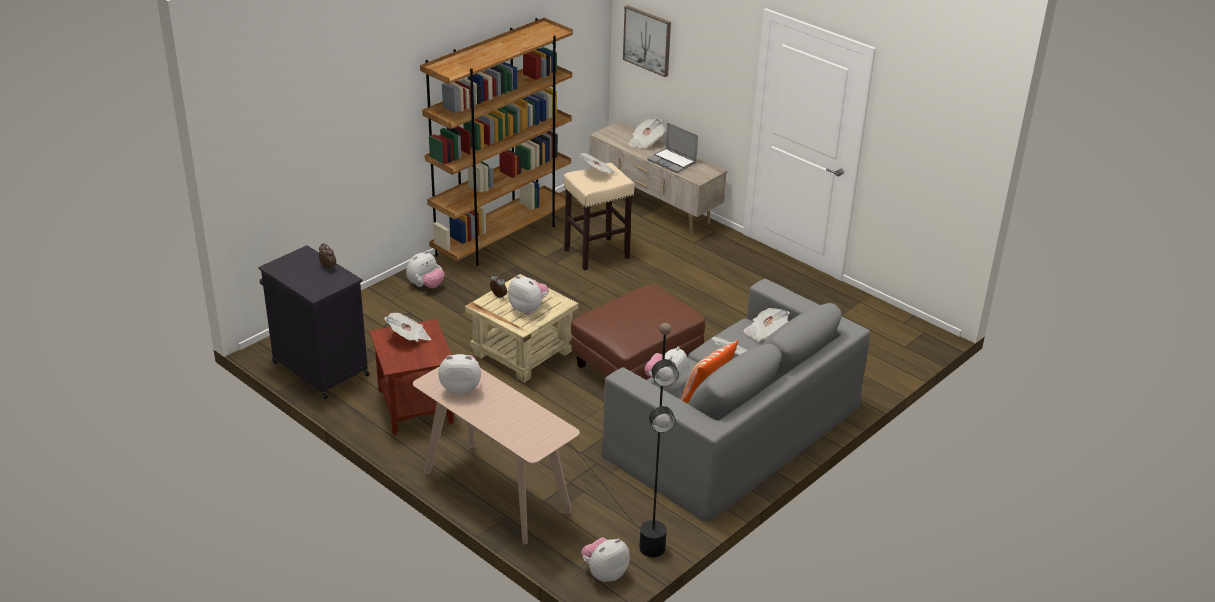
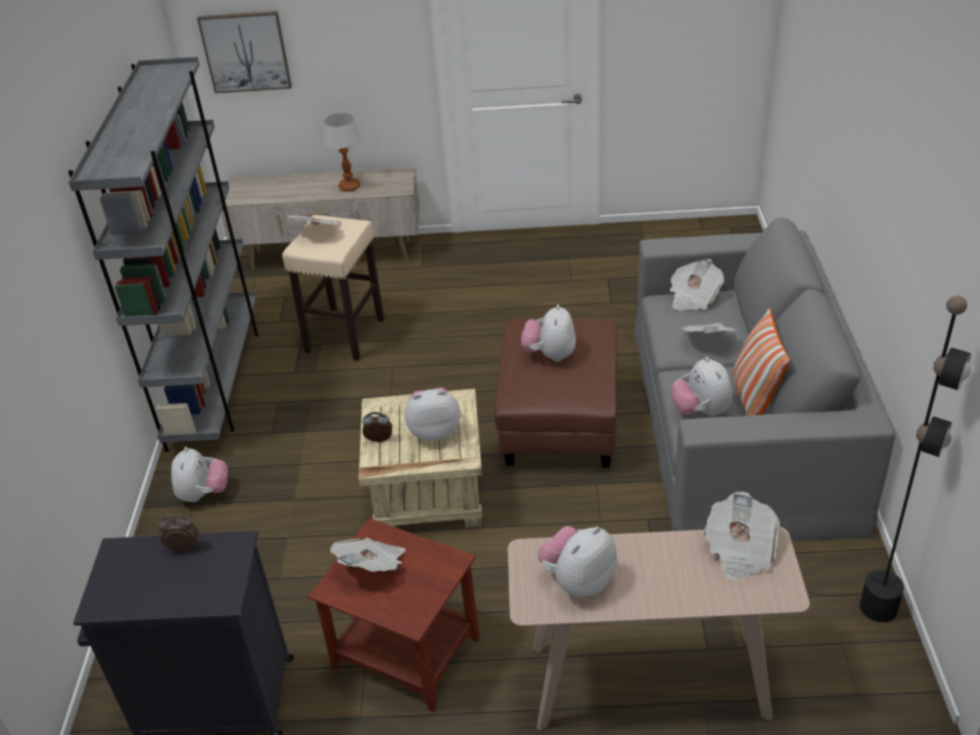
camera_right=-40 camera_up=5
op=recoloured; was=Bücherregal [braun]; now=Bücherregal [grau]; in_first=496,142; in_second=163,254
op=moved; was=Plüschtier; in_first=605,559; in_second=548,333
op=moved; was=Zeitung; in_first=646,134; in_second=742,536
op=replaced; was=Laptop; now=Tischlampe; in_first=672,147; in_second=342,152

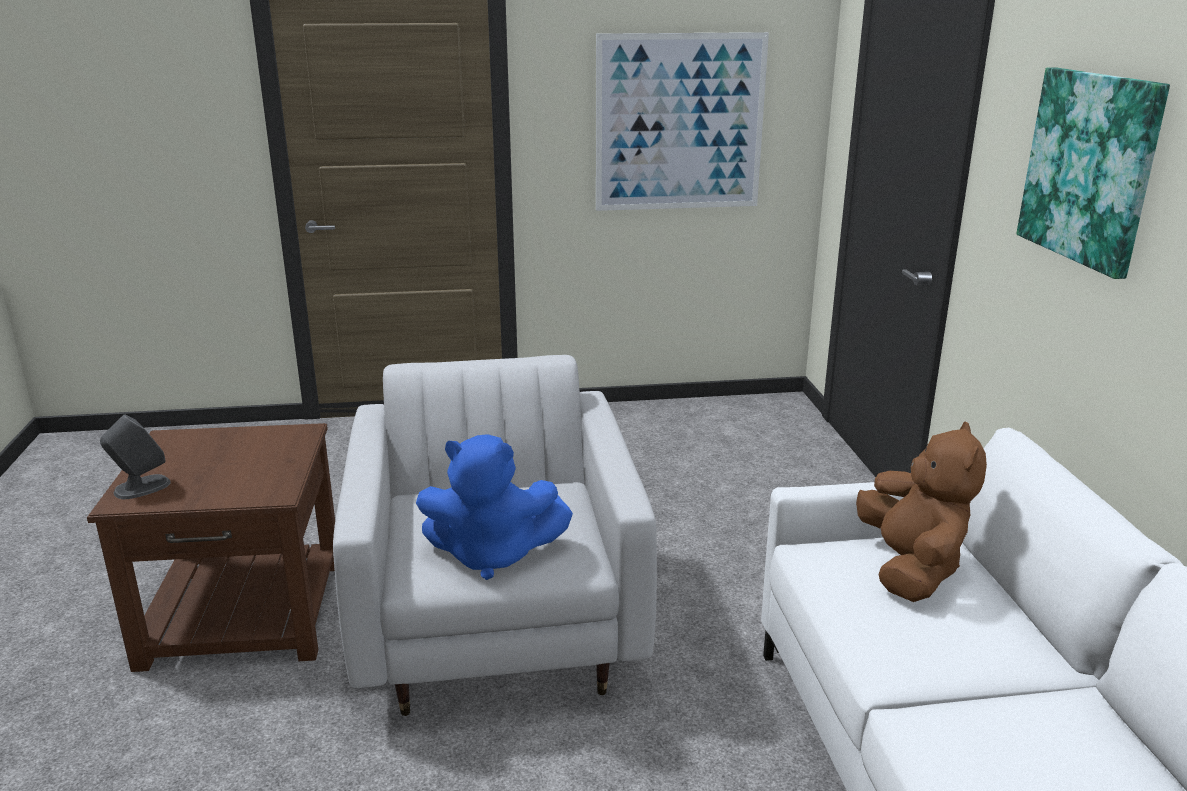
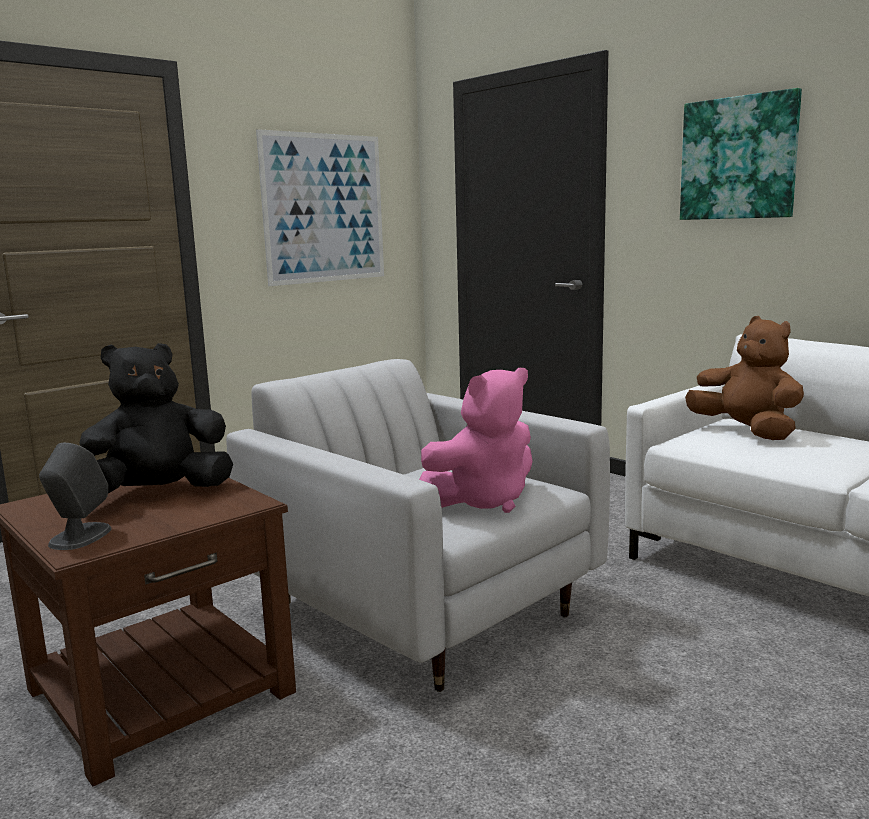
camera_right=-35 camera_up=-10
op=recoloured; was=Plüschtier [blau]; now=Plüschtier [rosa]; in_first=494,507; in_second=476,440
op=added; now=Plüschtier [schwarz]; in_second=156,418

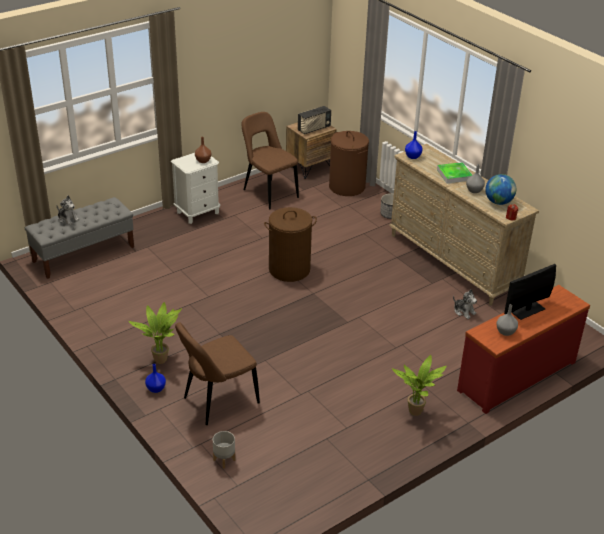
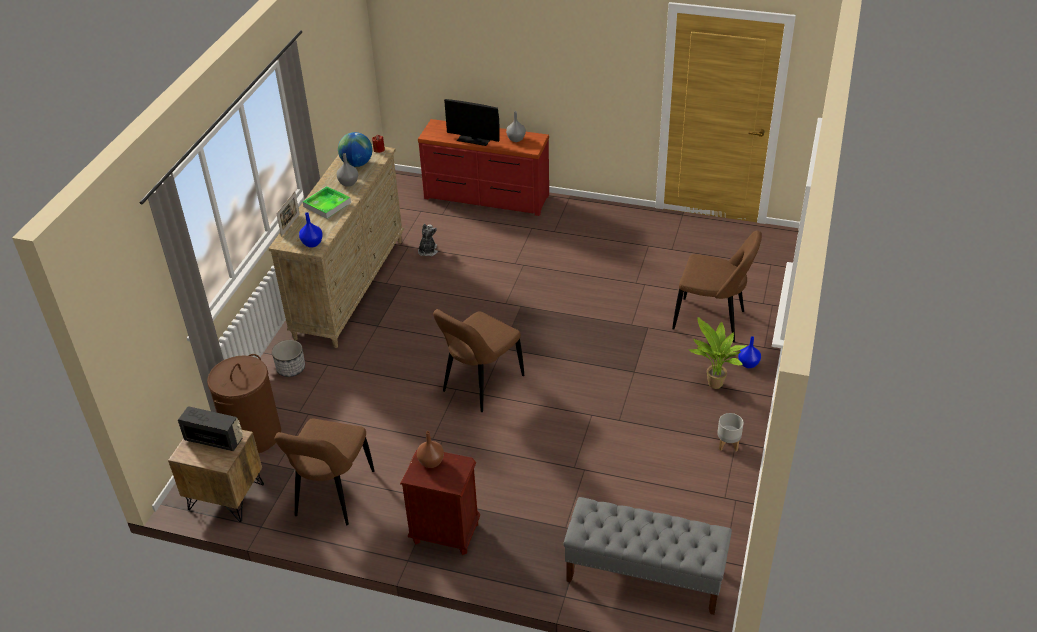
camera_right=-125 camera_up=5
op=removed; was=Plüschtier; in_first=67,210
op=recoloured; was=Nachttisch [weiß]; now=Nachttisch [braun]; in_first=195,188; in_second=440,502
op=moved; was=Pflanzkübel [grau]; in_first=224,449; in_second=730,432
op=replaced; was=Wäschekorb [braun]; now=Stuhl [braun]; in_first=290,244; in_second=478,360
op=removed; was=Topfpflanze; in_first=419,385
op=added; now=Bilderrahmen; in_second=288,214

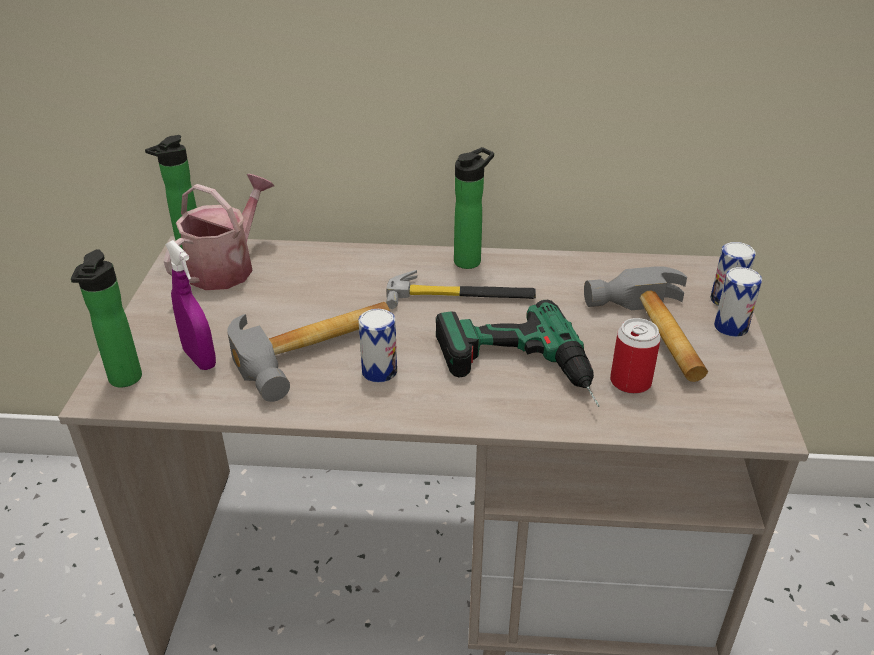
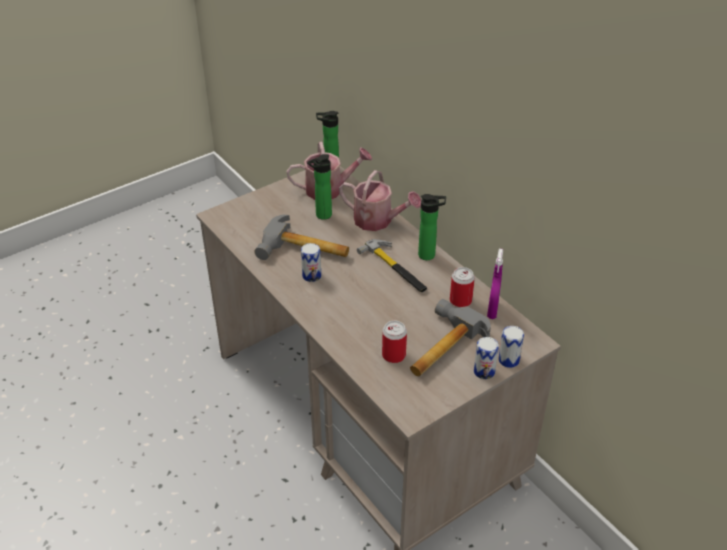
camera_right=50 camera_up=5
op=moved; was=Flasche; in_first=106,318; in_second=319,187
op=moved; was=Sprühflasche [lila]; in_first=190,305; in_second=495,284
op=removed; was=Bohrmaschine; in_first=517,353
op=added; now=Gießkanne; in_second=380,200
op=added; now=Dose; in_second=462,287

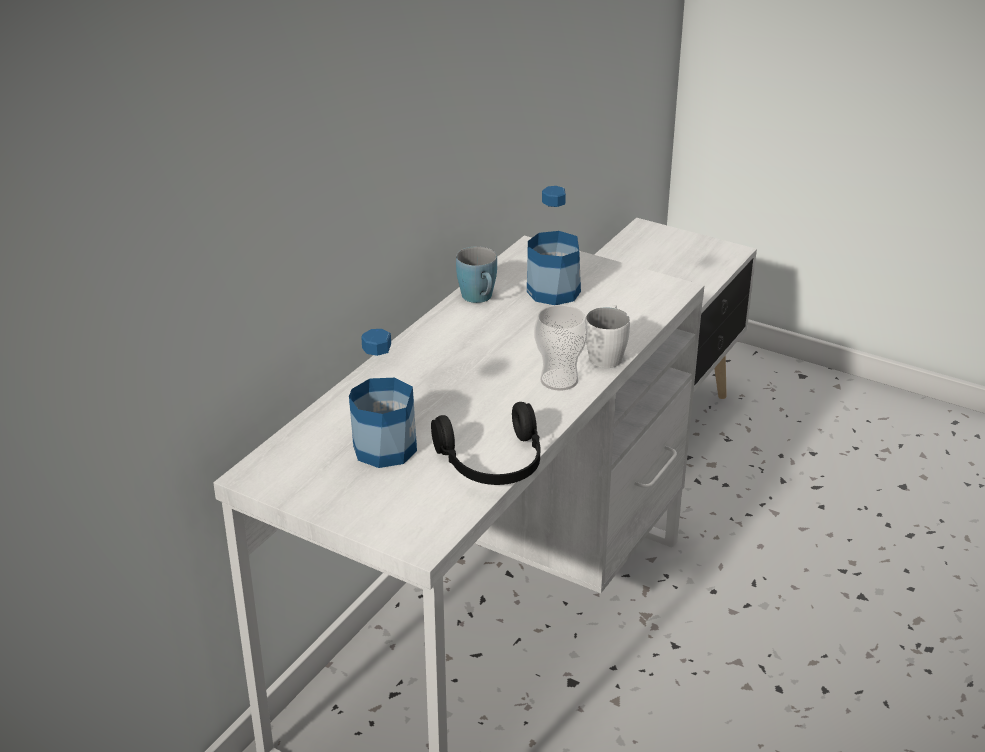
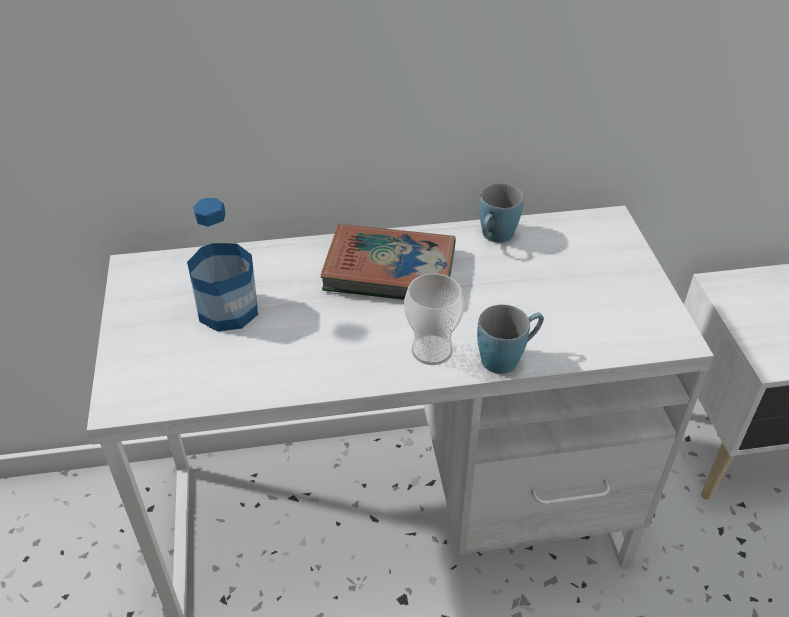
camera_right=50 camera_up=10
op=removed; was=Kopfhörer [schwarz]; in_first=485,443
op=removed; was=Flasche; in_first=554,245
op=recoloured; was=Henkelbecher [weiß]; now=Henkelbecher [blau]; in_first=608,336; in_second=510,339
op=added; now=Buch; in_second=388,262

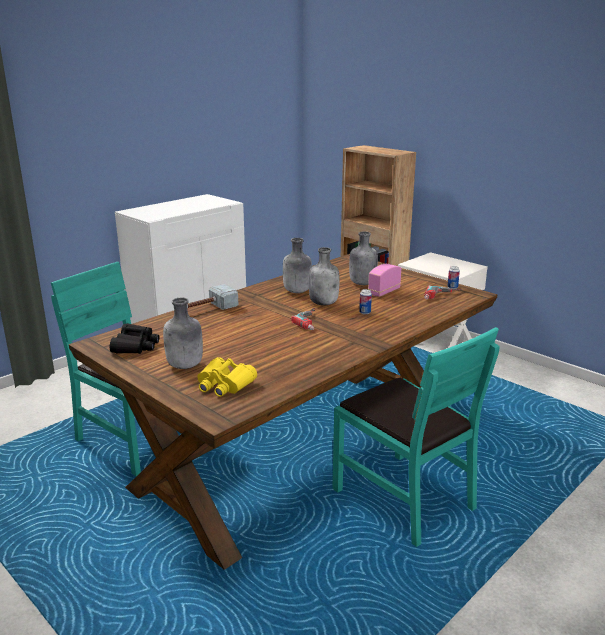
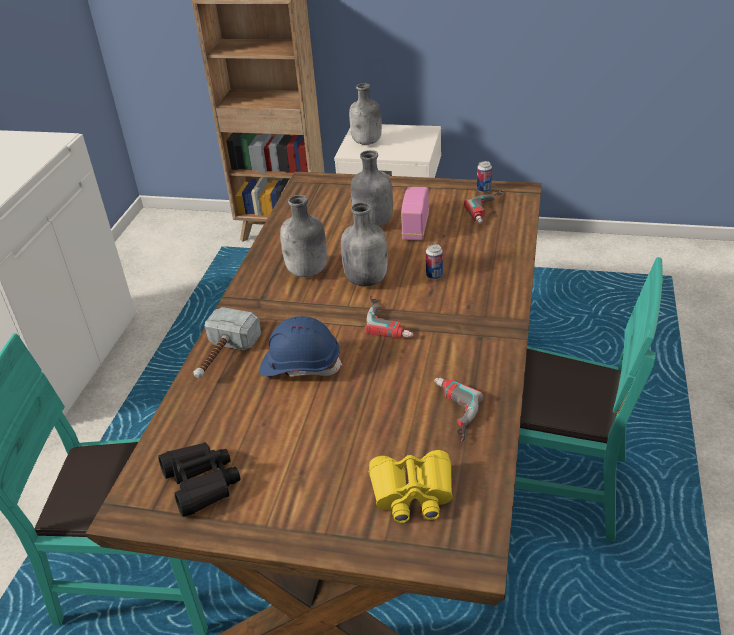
camera_right=-30 camera_up=15
op=moved; was=Flasche [grau]; in_first=183,333; in_second=365,114
op=added; now=Schutzhelm [blau]; in_second=301,346
op=added; now=Bohrmaschine; in_second=459,410

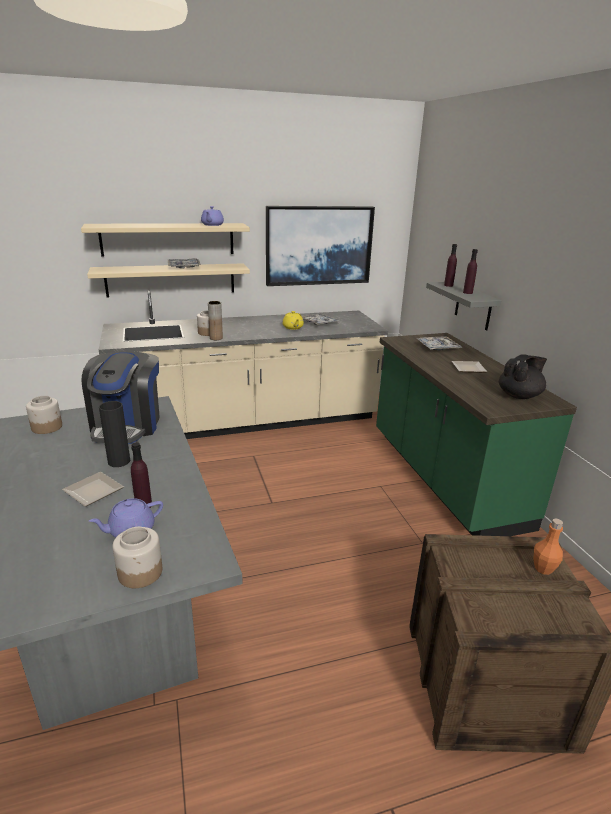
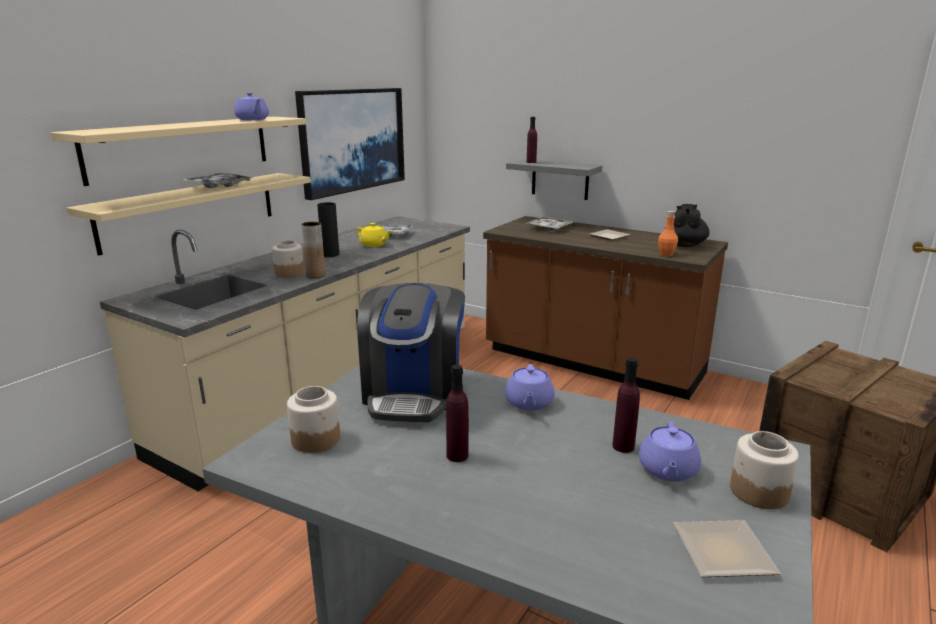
camera_right=-40 camera_up=-5
op=moved; was=Teller; in_first=93,489; in_second=727,548
op=turned; was=Kaffeemaschine; in_first=120,397; in_second=411,352; clockwise=45
op=moved; was=Vase [schwarz]; in_first=114,434; in_second=328,229
op=recoloured; was=Küchenzeile [grün]; now=Küchenzeile [braun]; in_first=476,434; in_second=605,308
op=moved; was=Flasche [lila]; in_first=470,271; in_second=457,413
op=moved; was=Flasche [orange]; in_first=548,547; in_second=668,233
op=added; now=Teekanne [lila]; in_second=530,387

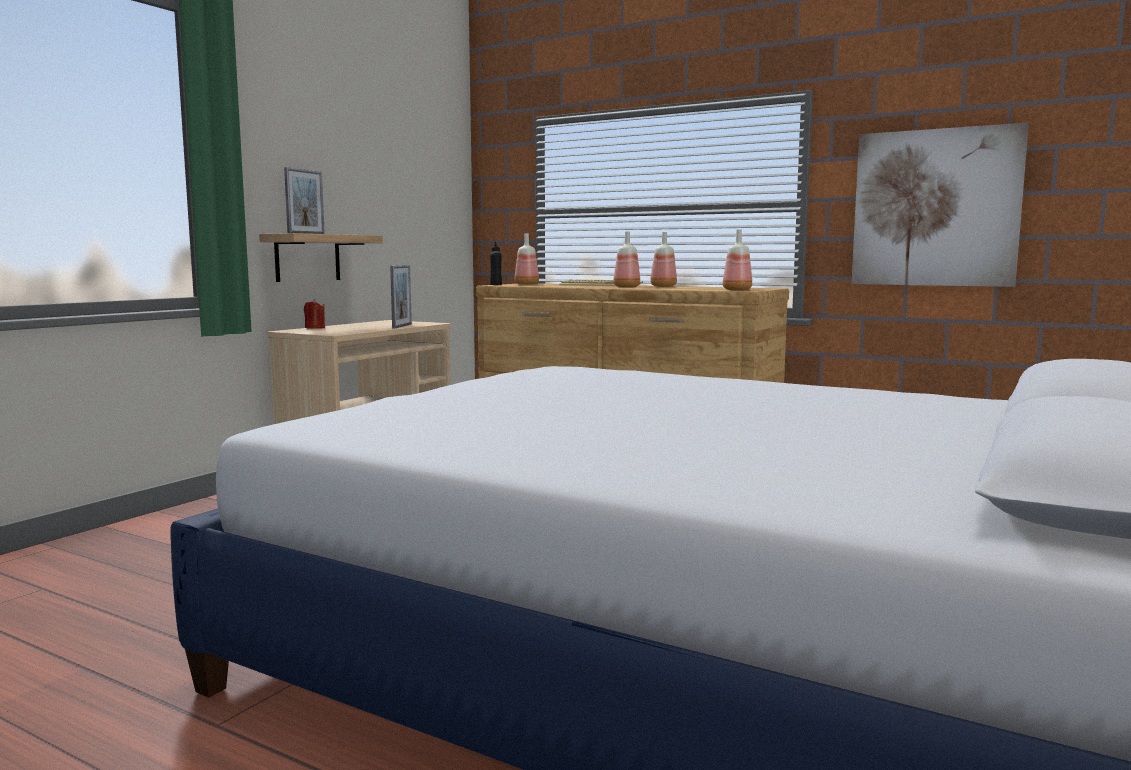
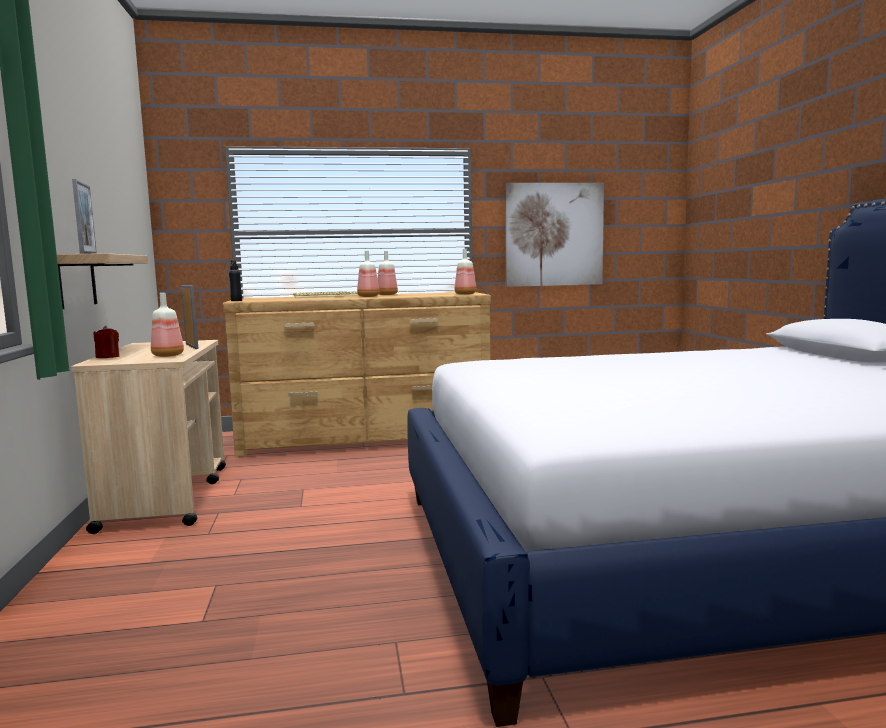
camera_right=-40 camera_up=0
op=moved; was=Flasche; in_first=527,259; in_second=167,325

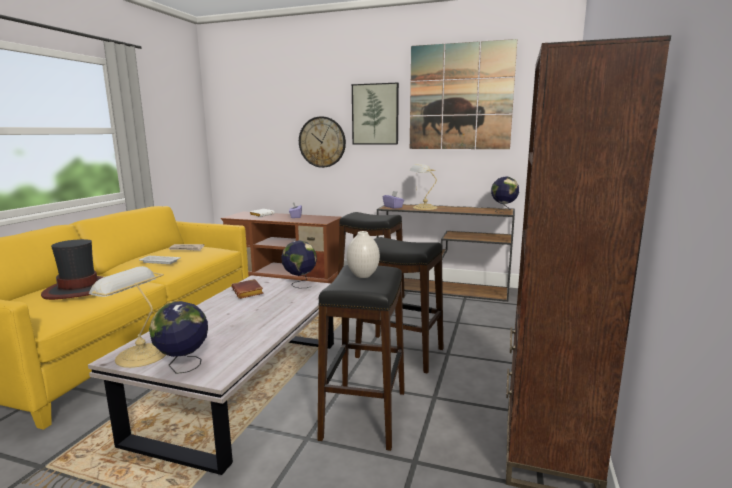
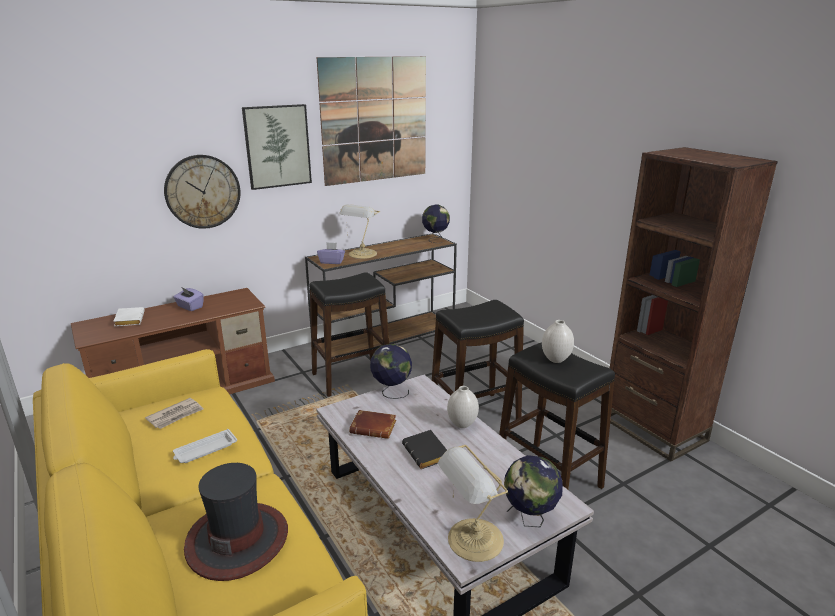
camera_right=-50 camera_up=10
op=added; now=Buch [schwarz]; in_second=424,449
op=added; now=Vase [weiß]; in_second=463,407

